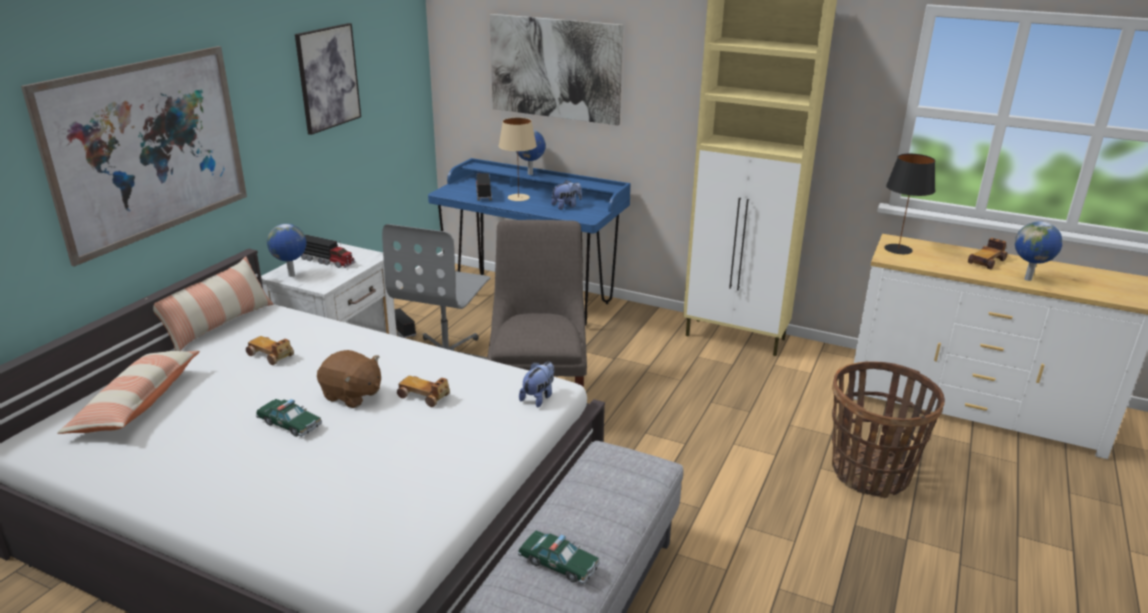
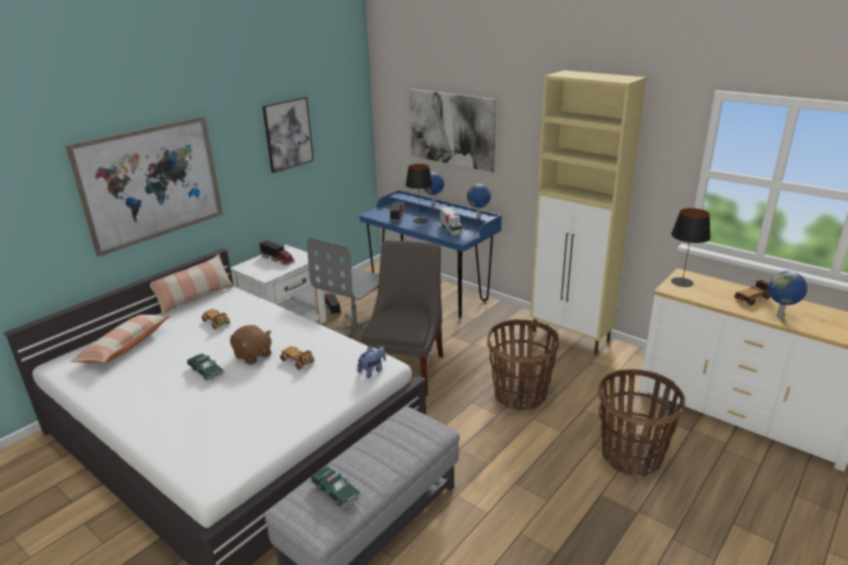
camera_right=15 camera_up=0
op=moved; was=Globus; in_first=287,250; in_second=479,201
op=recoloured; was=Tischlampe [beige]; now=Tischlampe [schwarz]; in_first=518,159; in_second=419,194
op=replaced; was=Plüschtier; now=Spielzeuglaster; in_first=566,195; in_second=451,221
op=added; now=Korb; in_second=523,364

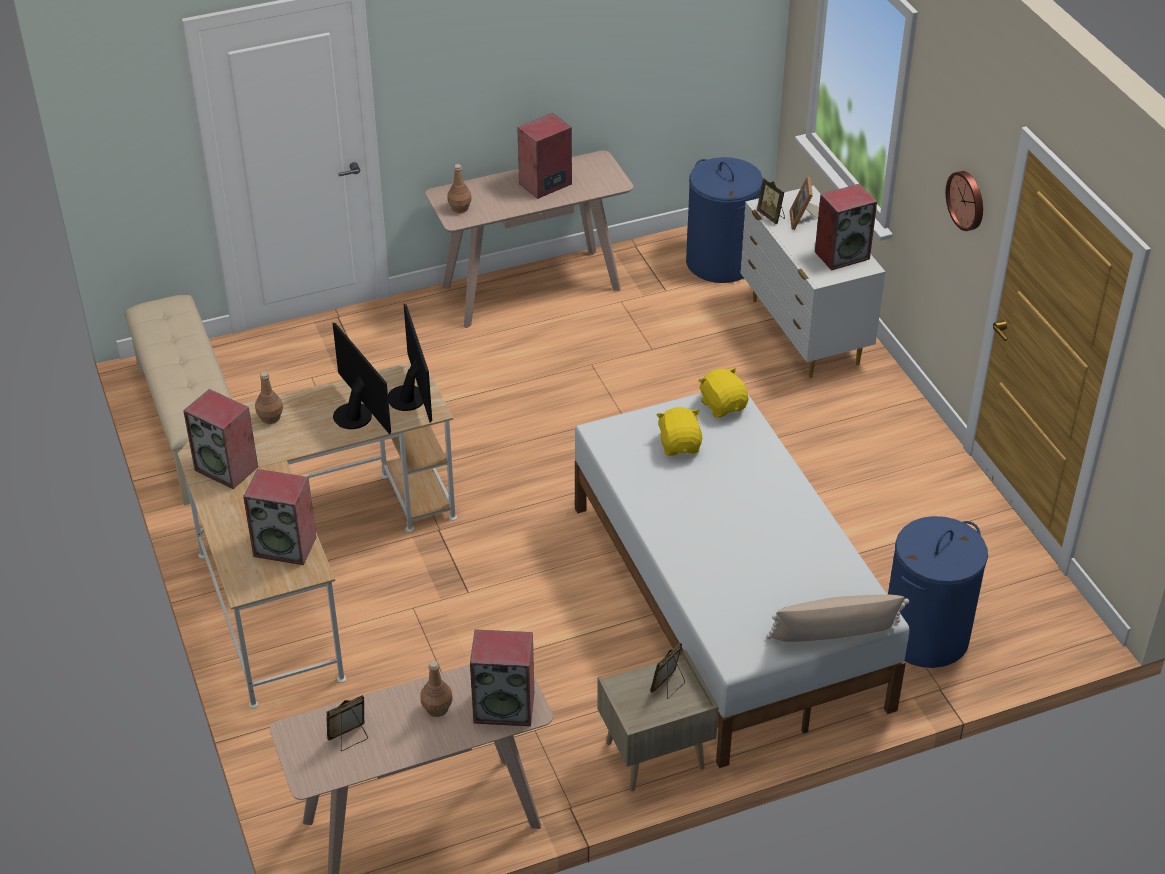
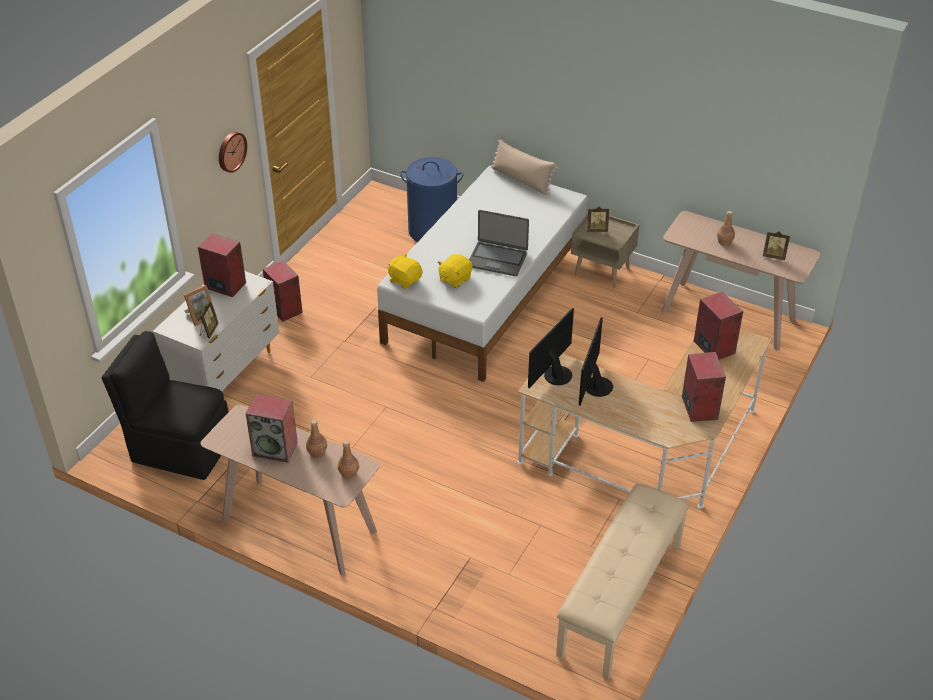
camera_right=-130 camera_up=0
op=moved; was=Flasche [braun]; in_first=269,398; in_second=316,439
op=moved; was=Lautsprecher; in_first=502,677; in_second=283,291
op=replaced; was=Wäschekorb [blau]; now=Stuhl [schwarz]; in_first=724,220; in_second=165,405
op=turned; was=Plüschtier [gelb]; in_first=723,392; in_second=405,271; clockwise=105
op=added; now=Laptop; in_second=499,243

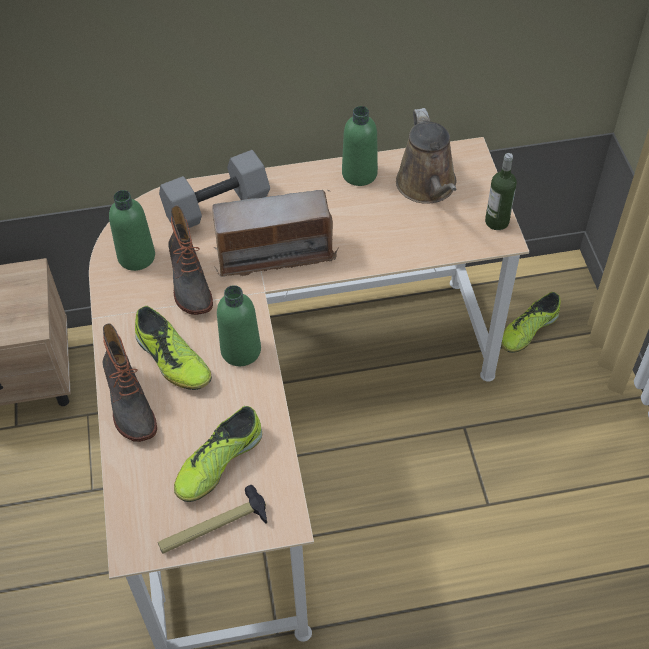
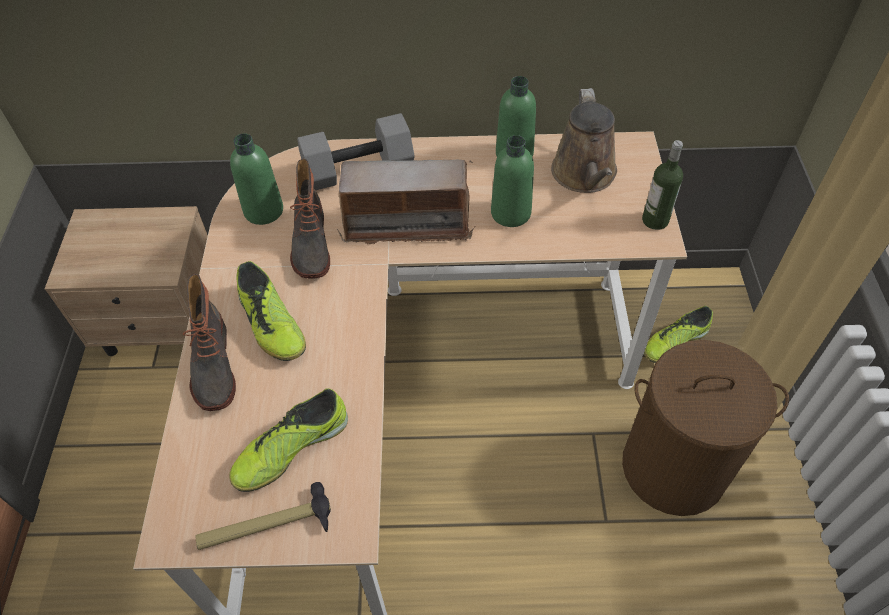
camera_right=10 camera_up=0
op=moved; was=Flasche [grün]; in_first=239,325; in_second=512,181
op=added; now=Wäschekorb [braun]; in_second=705,428

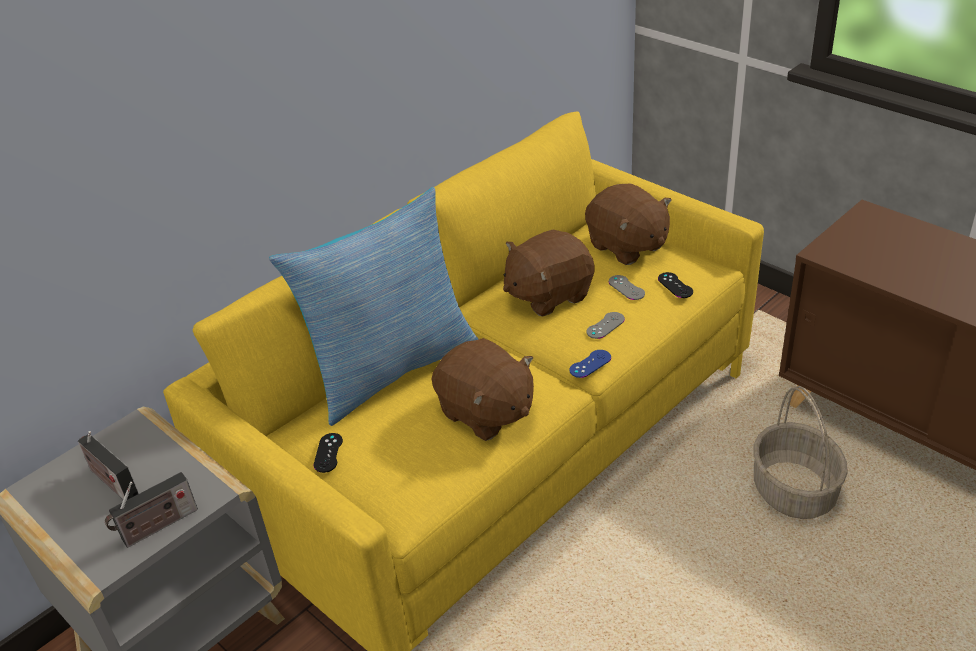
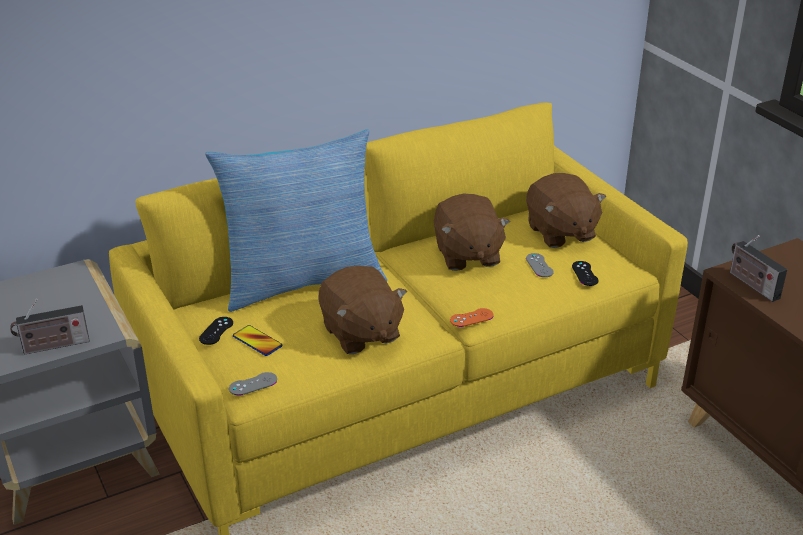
camera_right=15 camera_up=-5
op=moved; was=Radio; in_first=108,465; in_second=758,268
op=turned; was=Plüschtier [braun]; in_first=549,273; in_second=472,232; clockwise=-90
op=recoloured; was=Gamepad [blau]; now=Gamepad [orange]; in_first=590,364; in_second=472,317
op=moved; was=Gamepad [grau]; in_first=606,325; in_second=253,384
op=removed; was=Korb; in_first=801,452
op=added; now=Handy; in_second=258,340

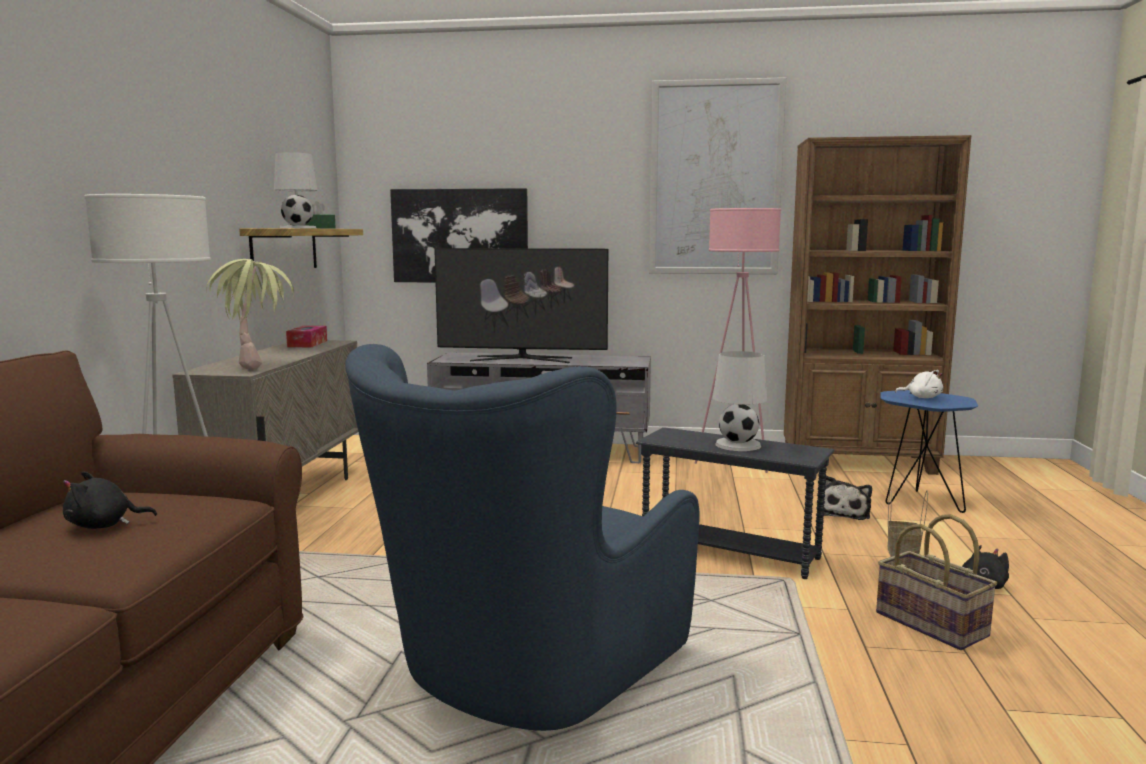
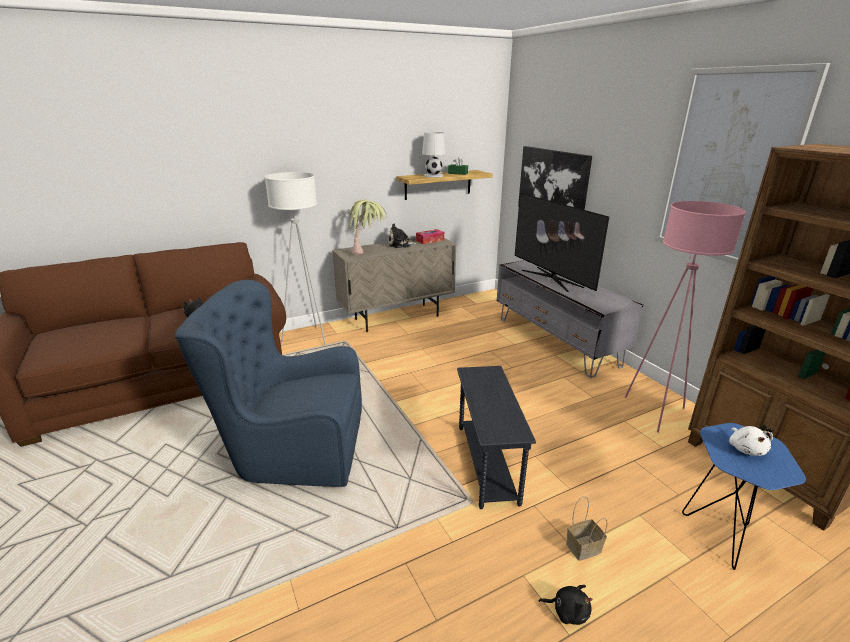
camera_right=55 camera_up=15
op=removed; was=Tischlampe [weiß]; in_first=740,401
op=moved; was=Plüschtier; in_first=848,498; in_second=403,236
op=removed; was=Korb; in_first=936,582

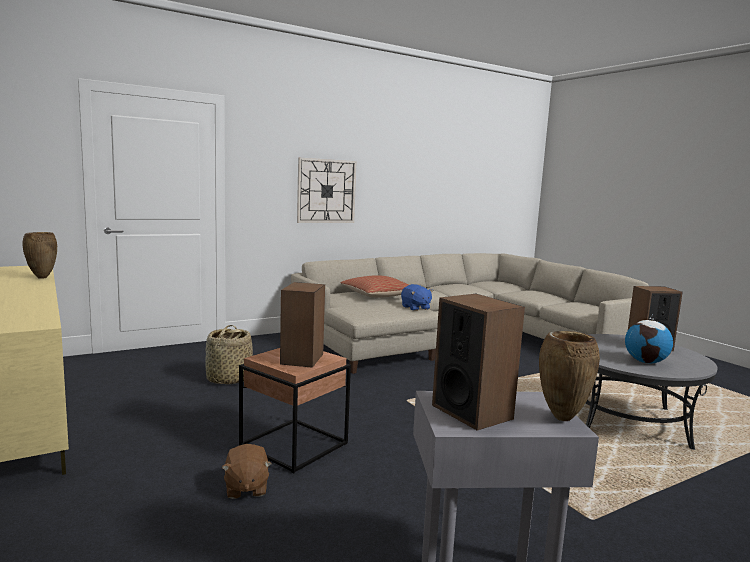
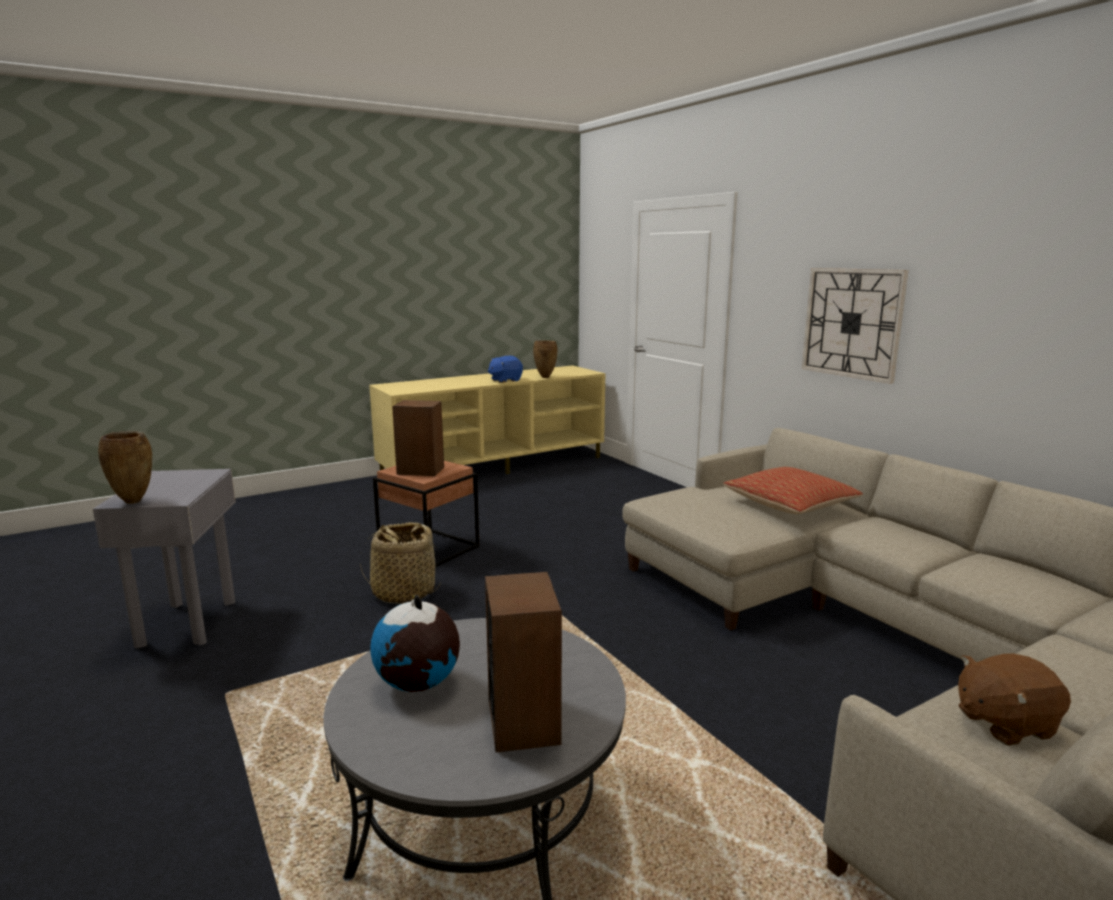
camera_right=90 camera_up=5
op=moved; was=Korb; in_first=229,354; in_second=400,563
op=moved; was=Plüschtier [braun]; in_first=246,471; in_second=1014,699
op=moved; was=Plüschtier [blau]; in_first=417,297; in_second=505,369
op=removed; was=Lautsprecher; in_first=478,362

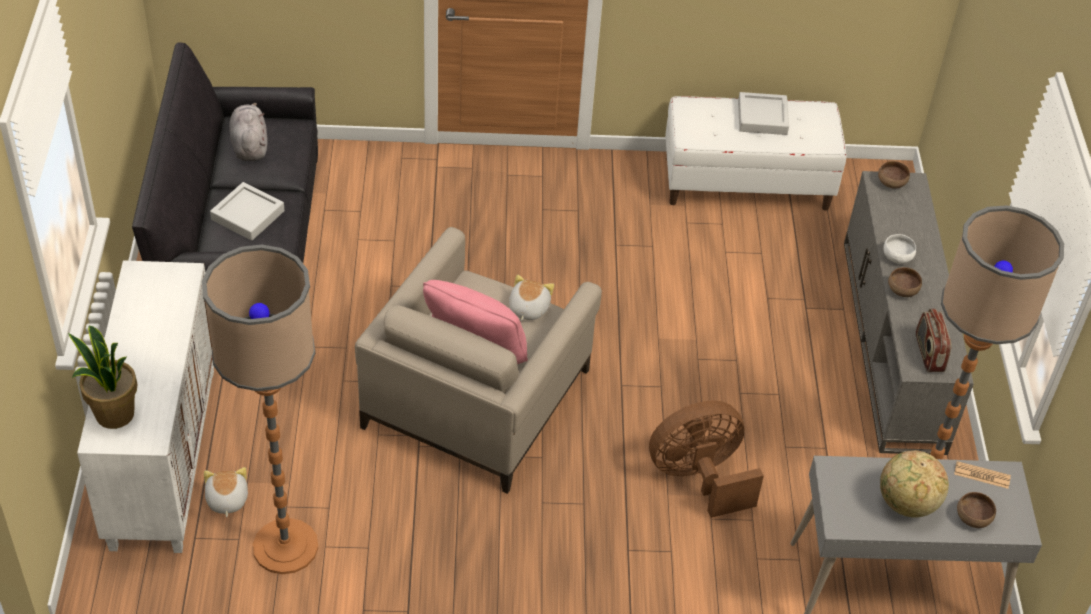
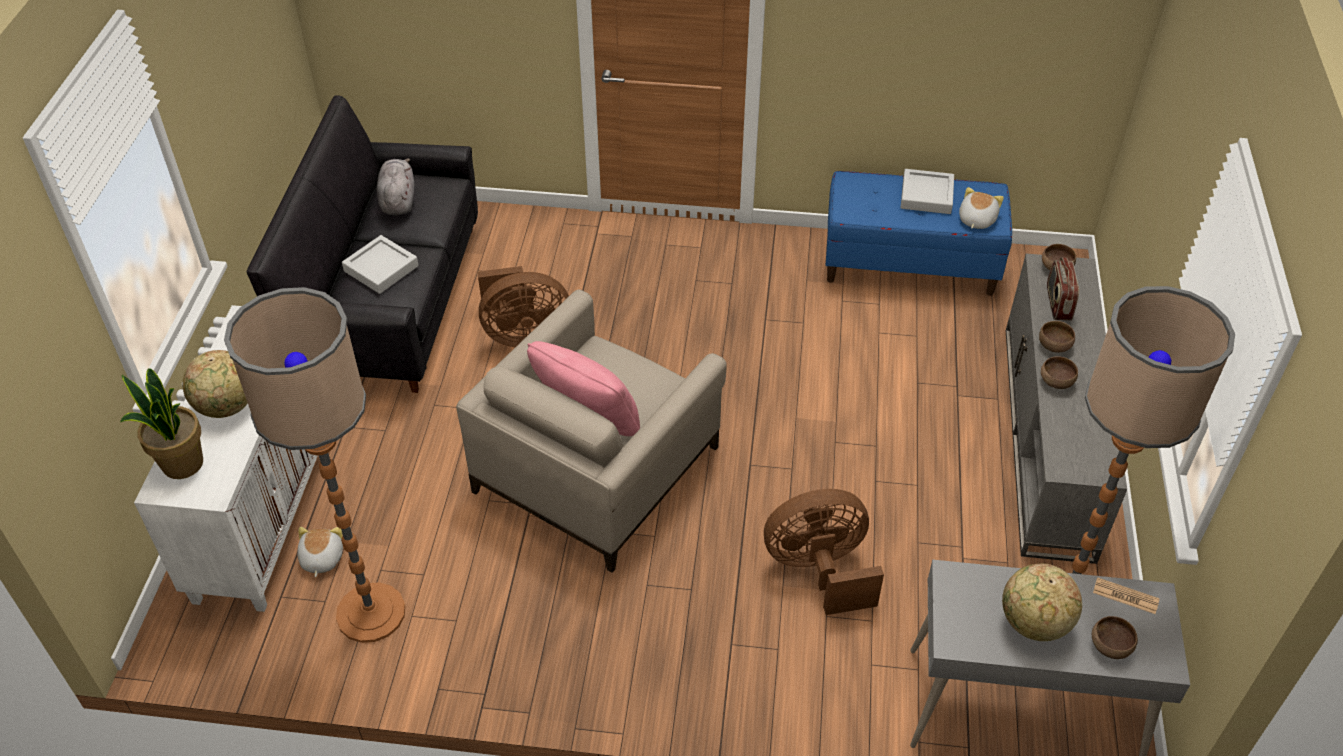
camera_right=10 camera_up=0
op=moved; was=Plüschtier; in_first=531,298; in_second=981,208
op=recoloured; was=Bank [weiß]; now=Bank [blau]; in_first=755,153; in_second=919,233
op=recoloured; was=Schüssel [weiß]; now=Schüssel [braun]; in_first=900,249; in_second=1057,337
op=moved; was=Radio; in_first=934,340; in_second=1063,288
op=added; now=Globus; in_second=215,384
op=added; now=Ventilator [braun]; in_second=523,306

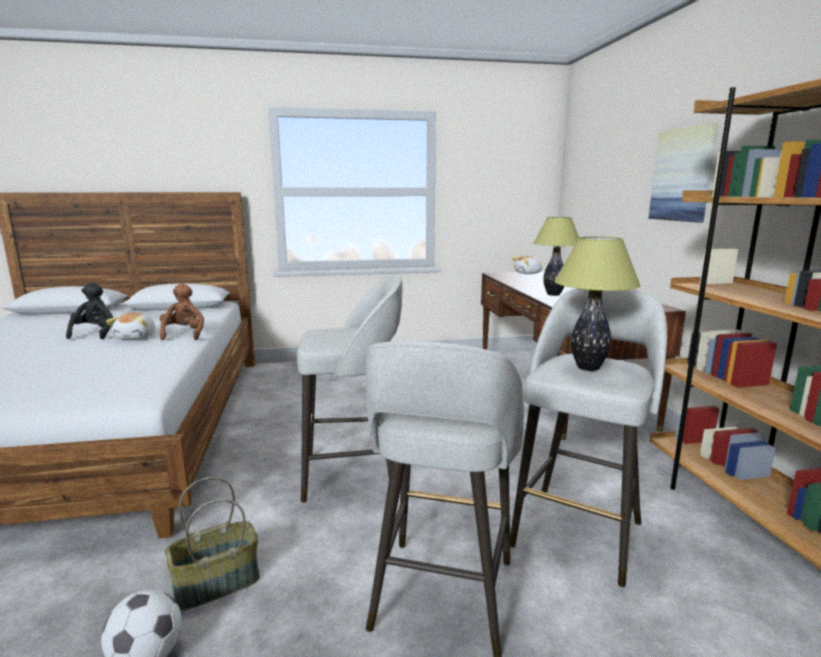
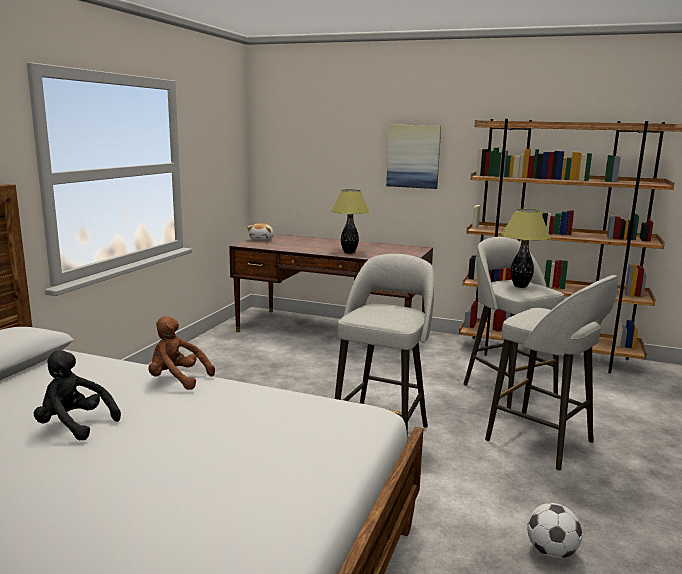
camera_right=-60 camera_up=0
op=removed; was=Plüschtier; in_first=130,326
op=removed; was=Korb; in_first=212,543

